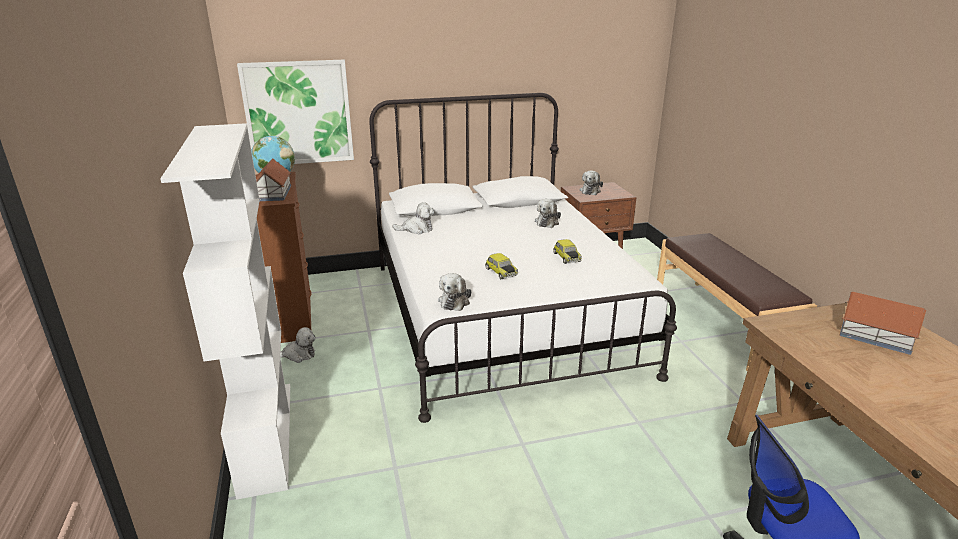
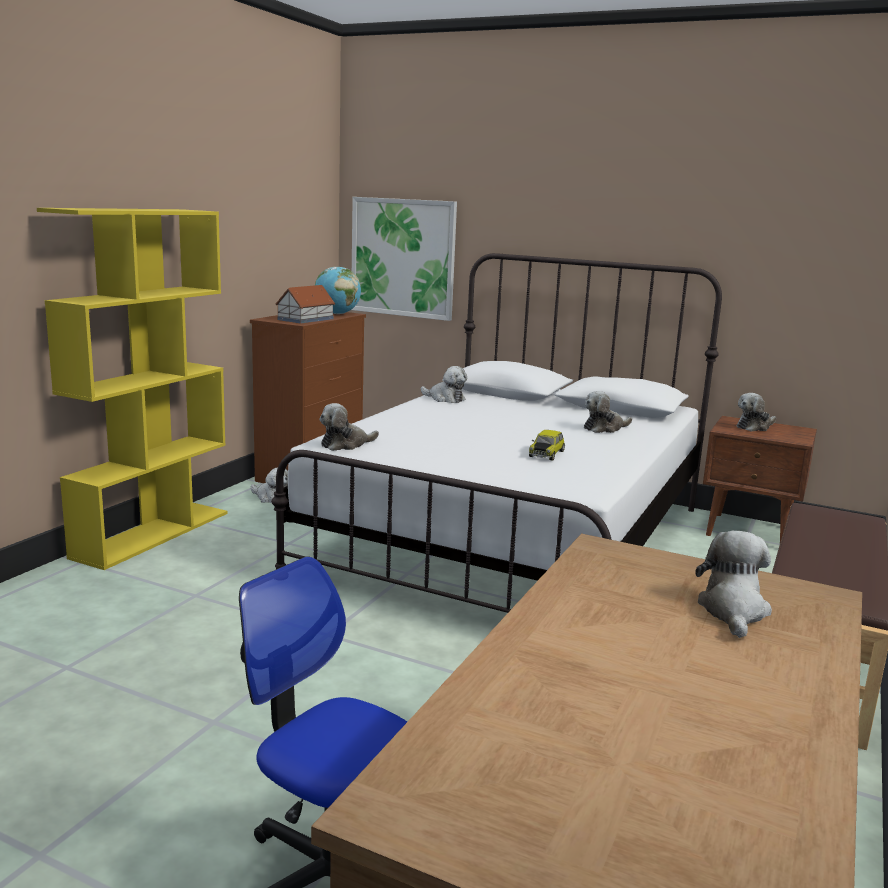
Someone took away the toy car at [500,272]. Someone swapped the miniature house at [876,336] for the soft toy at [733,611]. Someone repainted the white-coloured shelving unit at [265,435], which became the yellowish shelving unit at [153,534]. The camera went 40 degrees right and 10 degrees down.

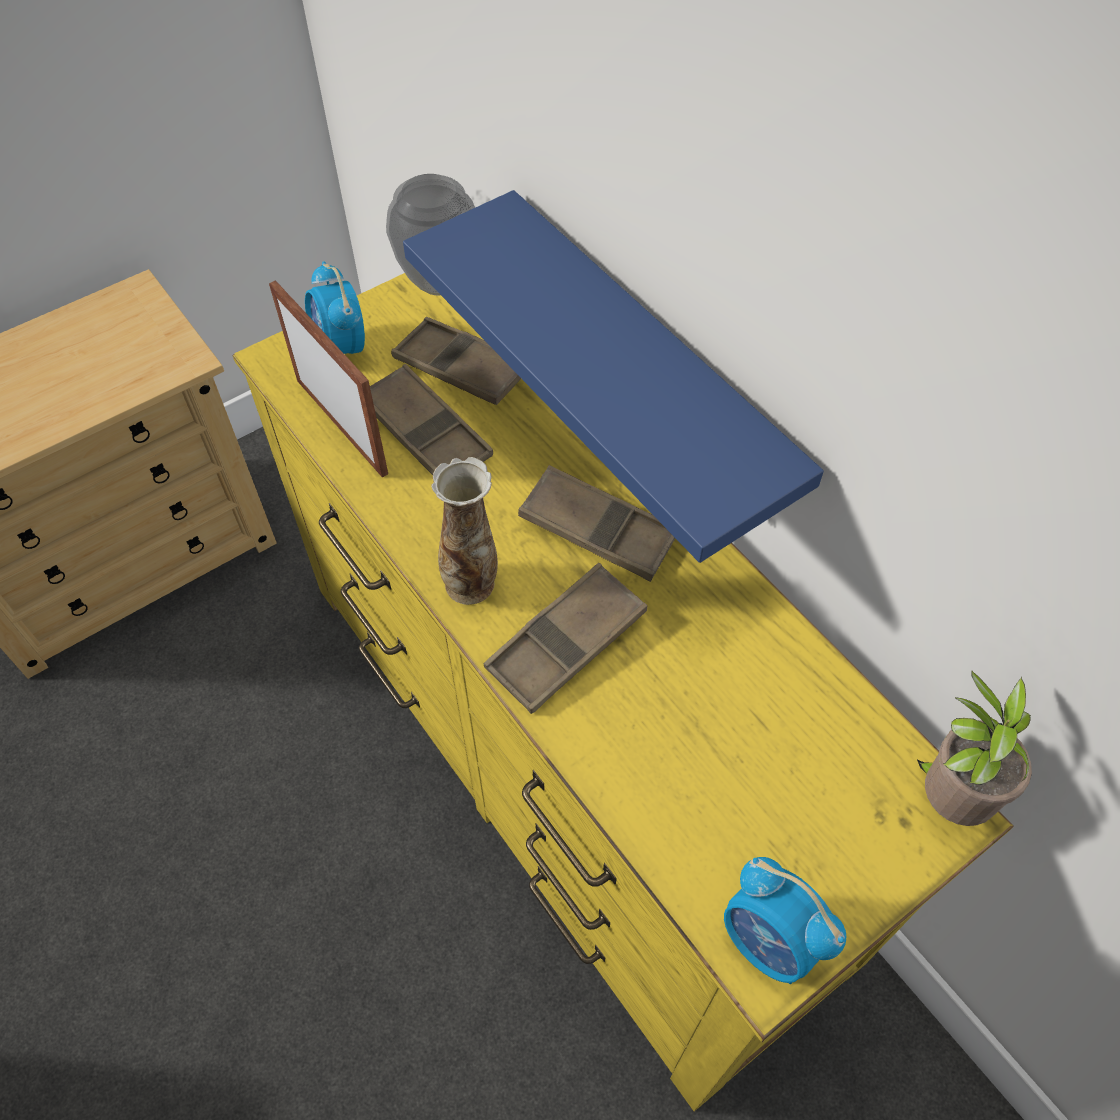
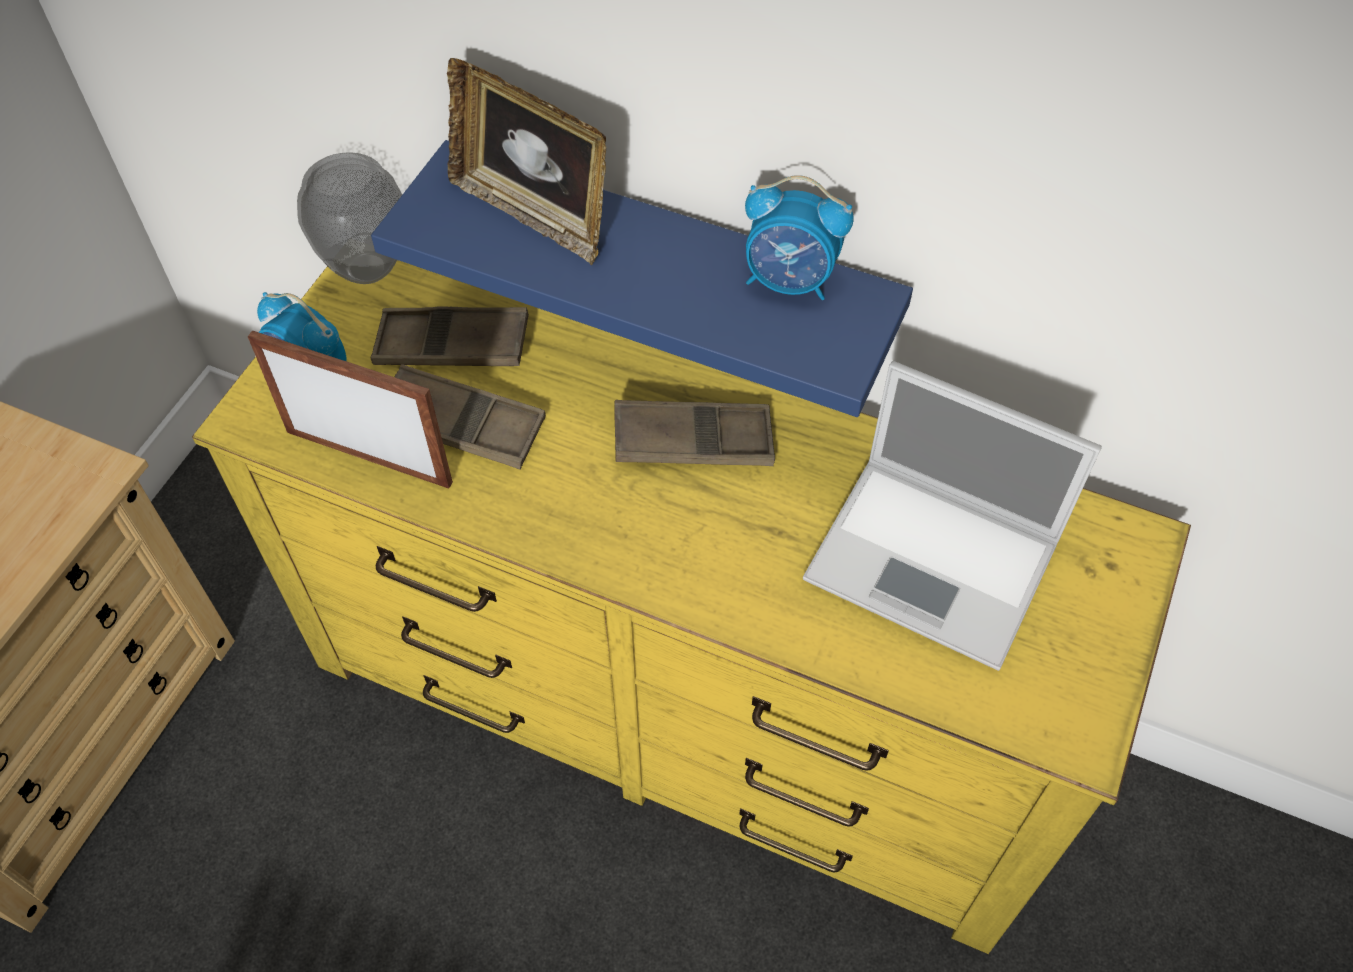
Someone took away the decorative vase at [471,583]. Someone took away the brown-coloured tray at [566,643]. Someone took away the houseplant at [948,797]. Someone put down the photo frame at [533,212]. Someone put down the laptop at [936,562]. Someone carried the bedside clock from [769,940] to [790,281]. The camera went 30 degrees left and 0 degrees up.

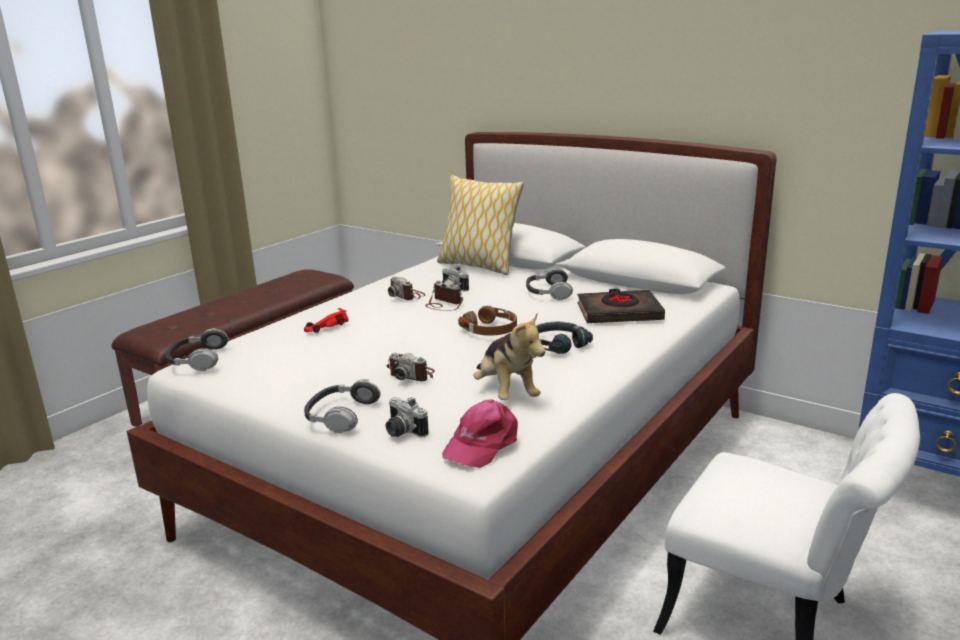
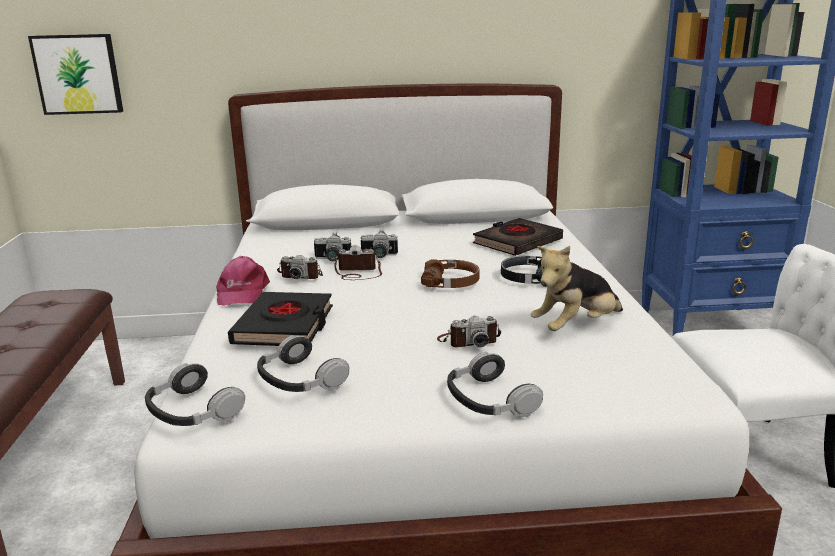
Someone took away the throw pillow at [478,266]. Someone put up the wall picture at [78,74]. Someone carried the photo camera from [402,432] to [378,256]. Someone carried the pink-coloured baseball cap from [482,444] to [242,292]. Someone carried the headset from [548,292] to [300,379]. Someone swapped the red toy car at [325,326] for the blackish volume at [285,326]. Someone rotated the soft toy at [506,392] by 120 degrees clockwise. The camera went 40 degrees left and 0 degrees up.

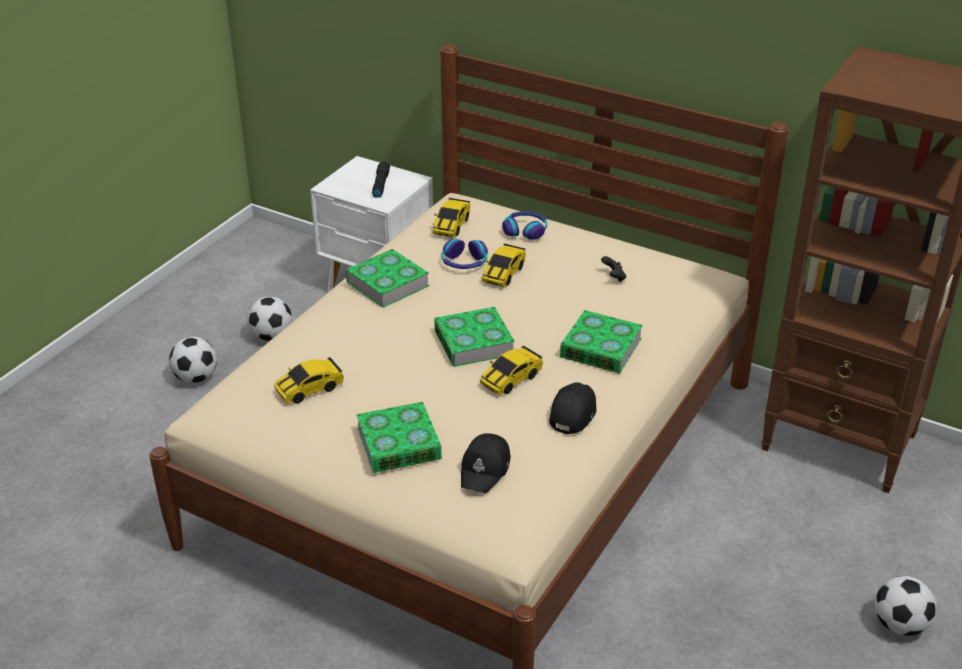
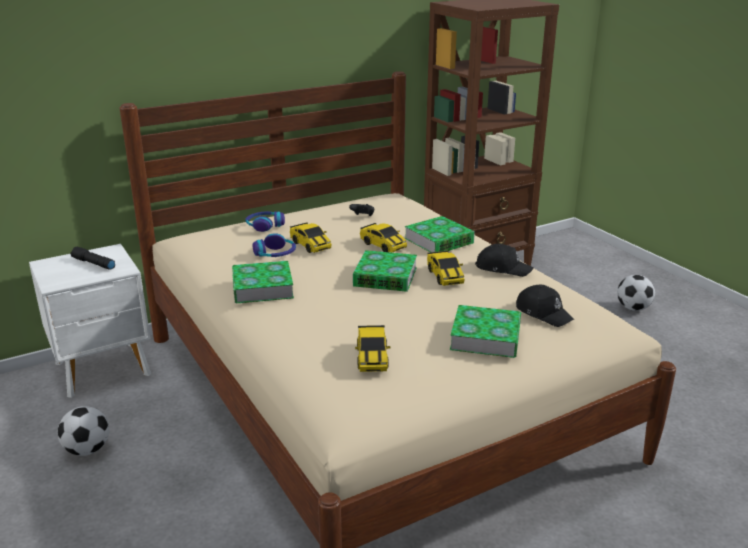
Someone took away the ball for football at [196,378]. Someone carried the toy car from [451,225] to [383,245]. Someone rotated the blackish baseball cap at [573,413] by 150 degrees clockwise. The camera went 60 degrees left and 10 degrees down.

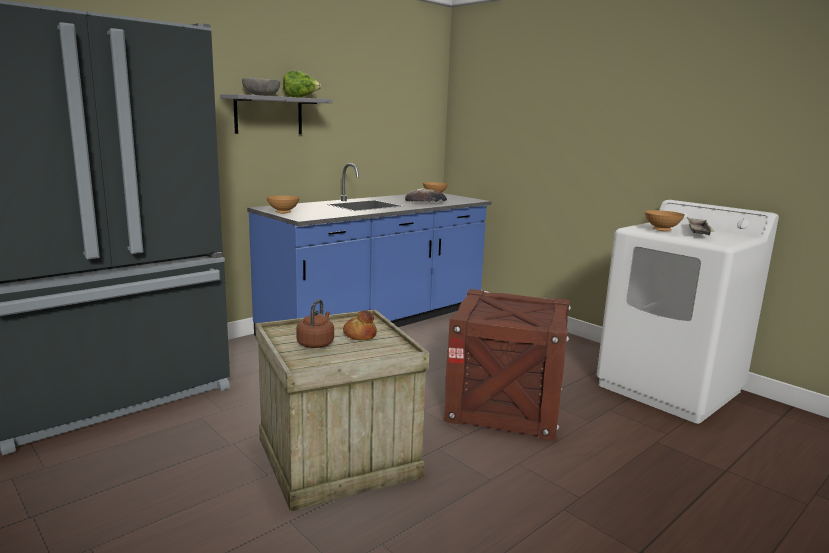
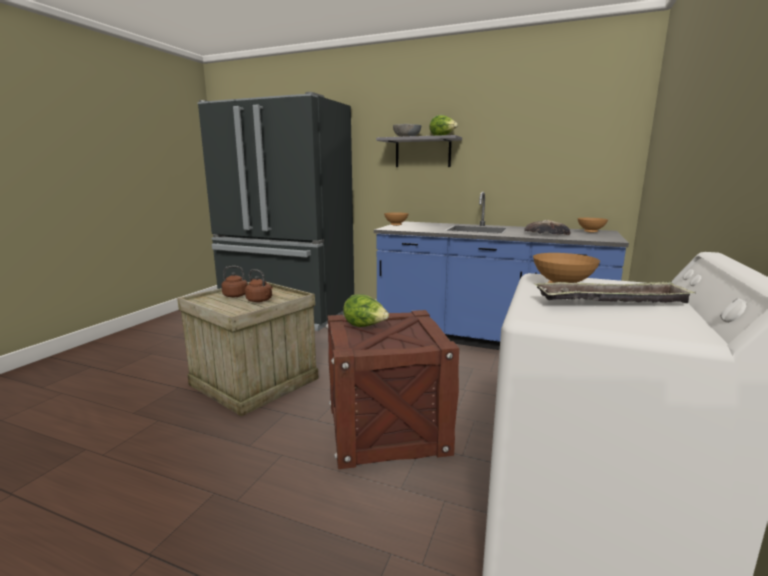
Someone put down the lettuce head at [365,326]. Someone swapped the baked bread at [360,335] for the brown-coloured kettle at [260,300]. The camera went 65 degrees right and 0 degrees up.

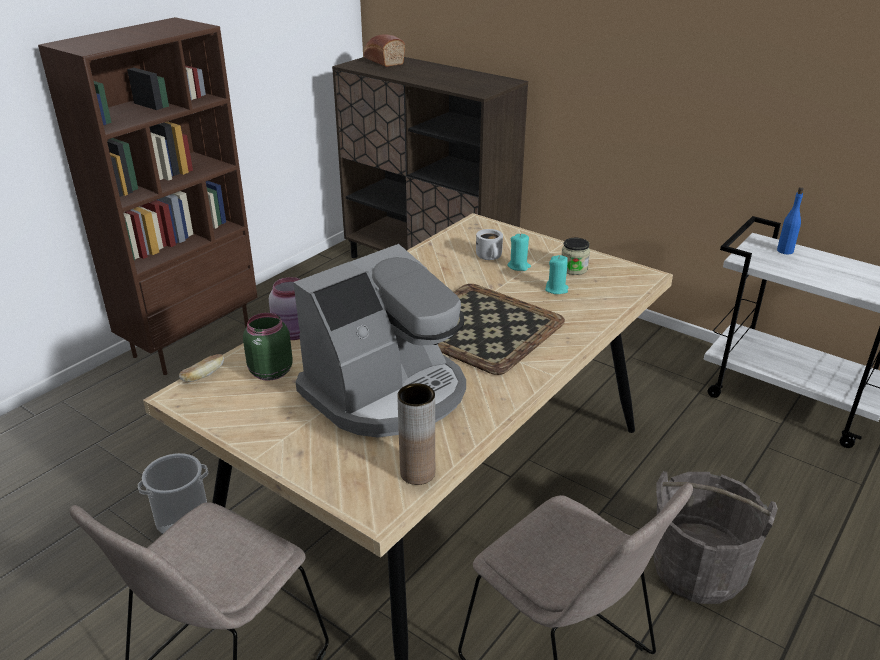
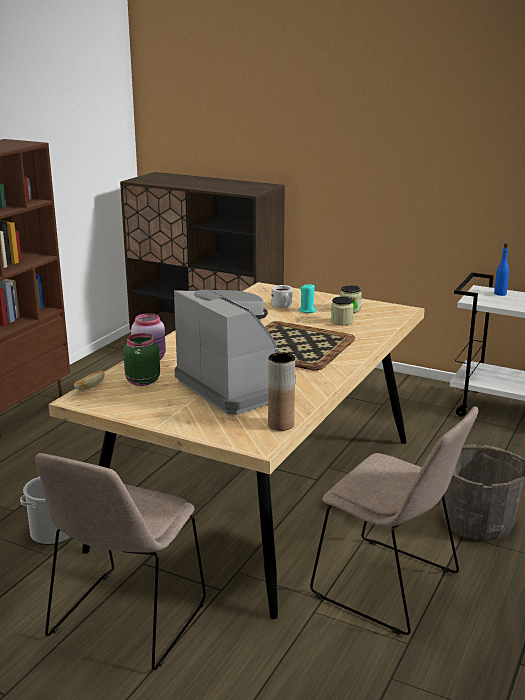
Someone took away the baked bread at [382,61]. Someone swapped the turquoise wax candle at [556,289] for the preserve jar at [341,321]. Someone rotated the coffee brewer at [387,392] by 75 degrees counterclockwise. The camera went 10 degrees left and 10 degrees down.

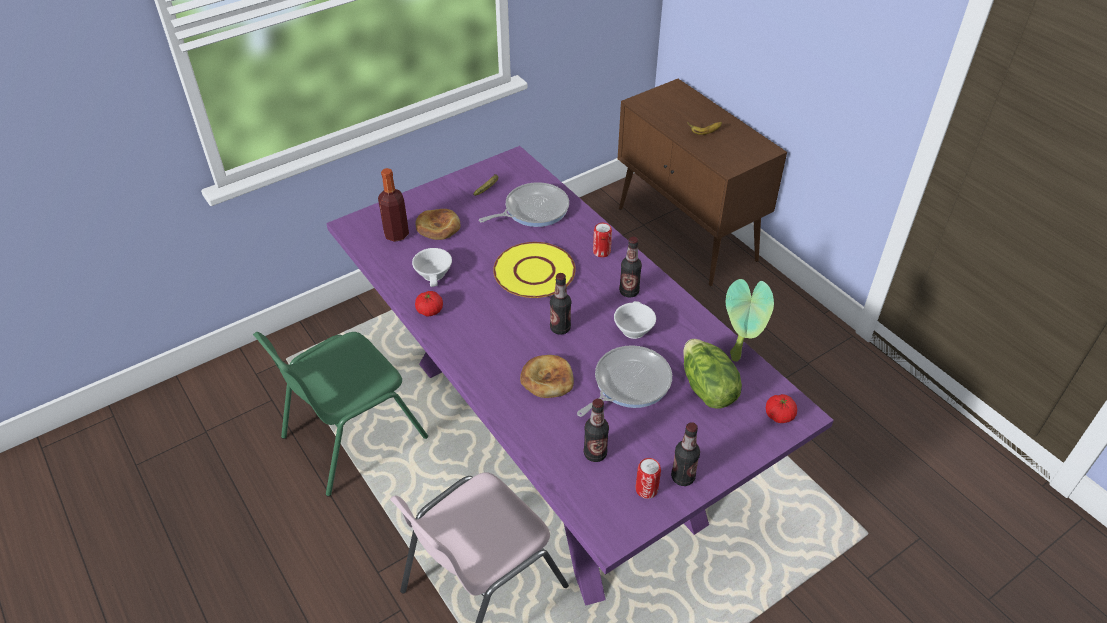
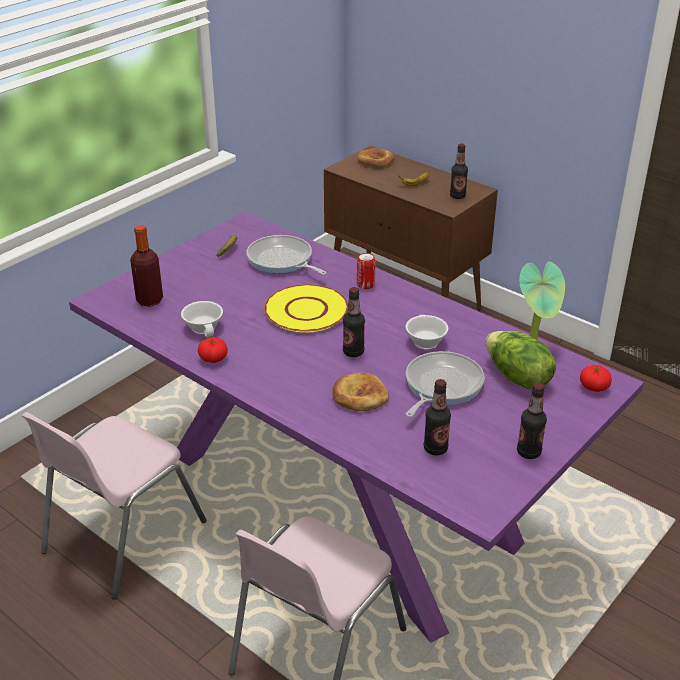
Someone took away the sealed can at [646,489]. Someone carried the baked bread from [438,227] to [376,160]. Someone carried the bottle from [629,291] to [457,196]. Someone repainted the green upright chair at [351,437], which became the pink-coloured upright chair at [121,537]. Someone rotated the frying pan at [533,210] by 90 degrees counterclockwise. The camera went 15 degrees left and 10 degrees down.

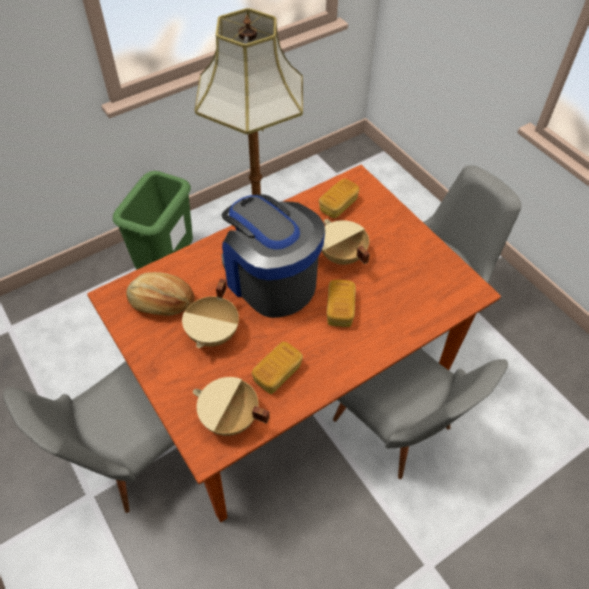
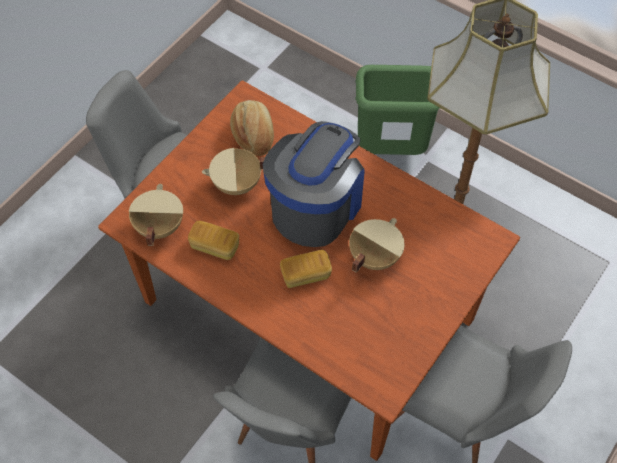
Someone took away the baked bread at [338,205]. The camera went 70 degrees right and 5 degrees up.

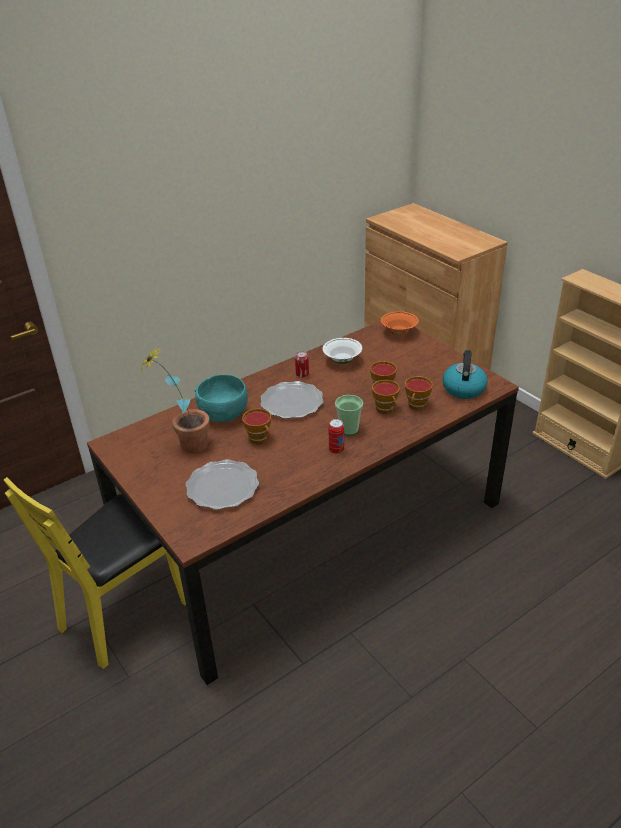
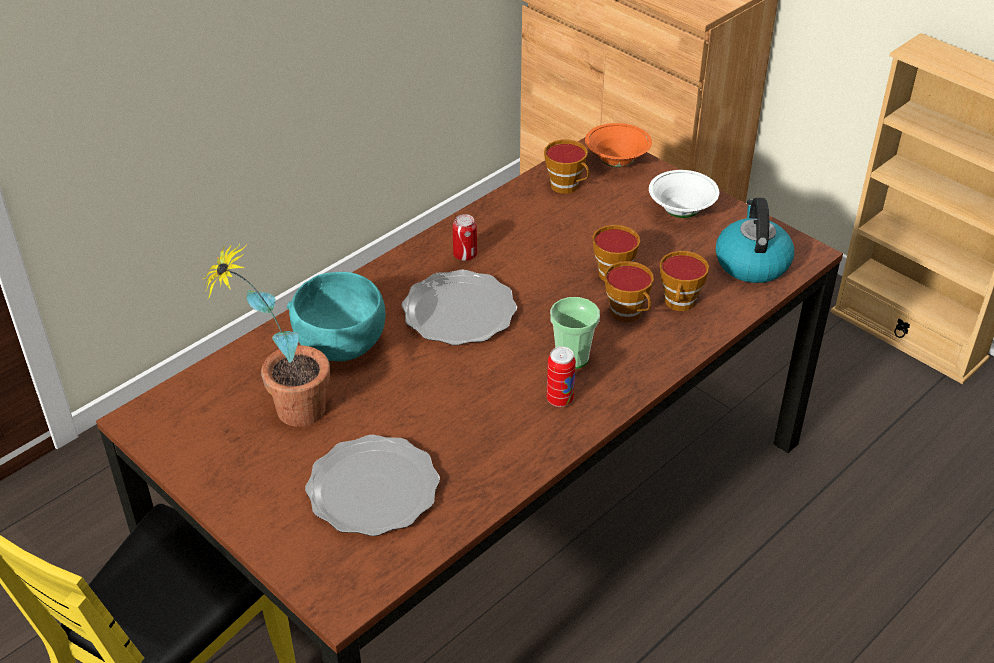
Someone carried the drinking cup from [260,439] to [567,187]. Someone carried the white-coloured deep dish from [342,361] to [681,212]. The camera went 10 degrees left and 5 degrees up.

